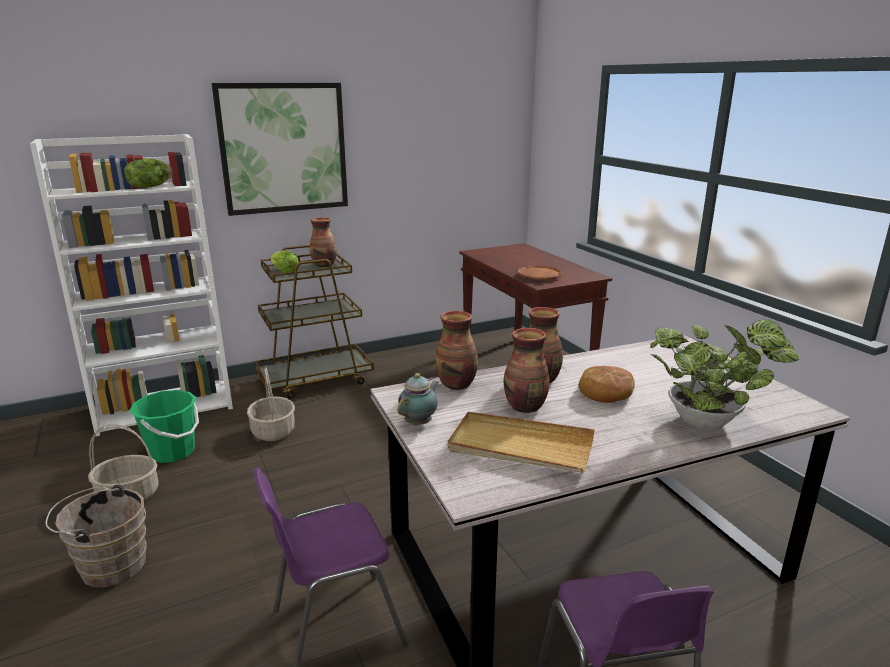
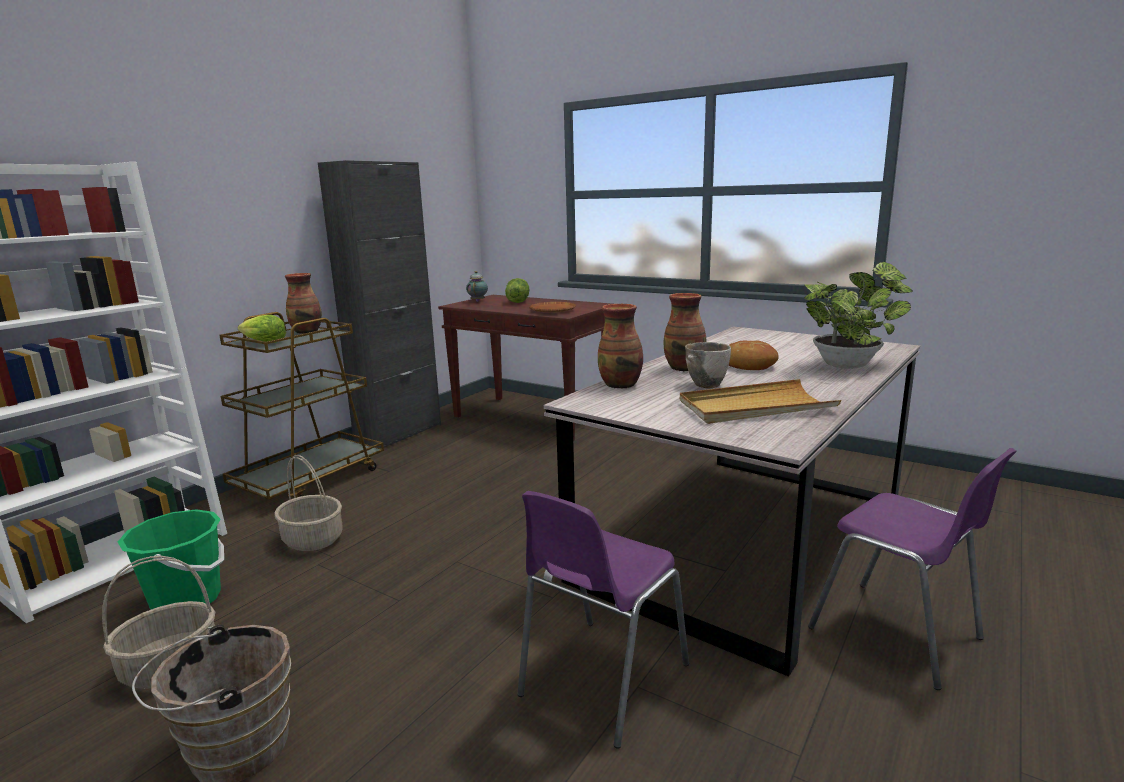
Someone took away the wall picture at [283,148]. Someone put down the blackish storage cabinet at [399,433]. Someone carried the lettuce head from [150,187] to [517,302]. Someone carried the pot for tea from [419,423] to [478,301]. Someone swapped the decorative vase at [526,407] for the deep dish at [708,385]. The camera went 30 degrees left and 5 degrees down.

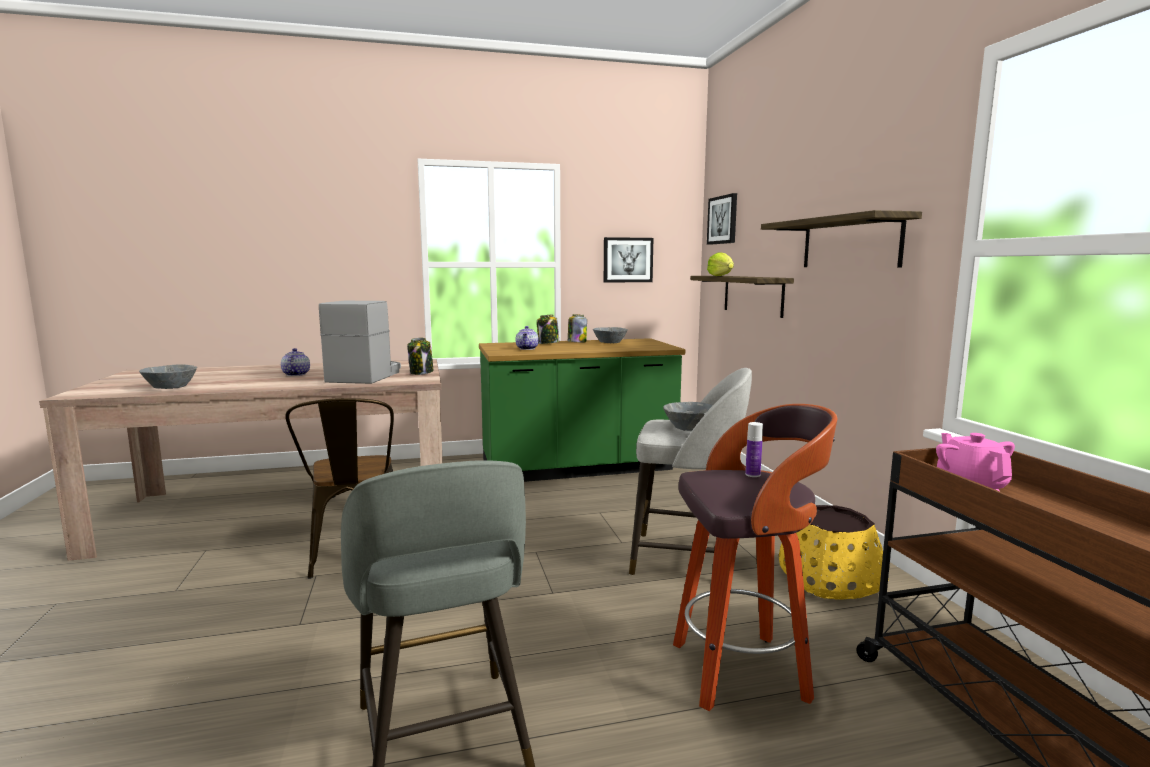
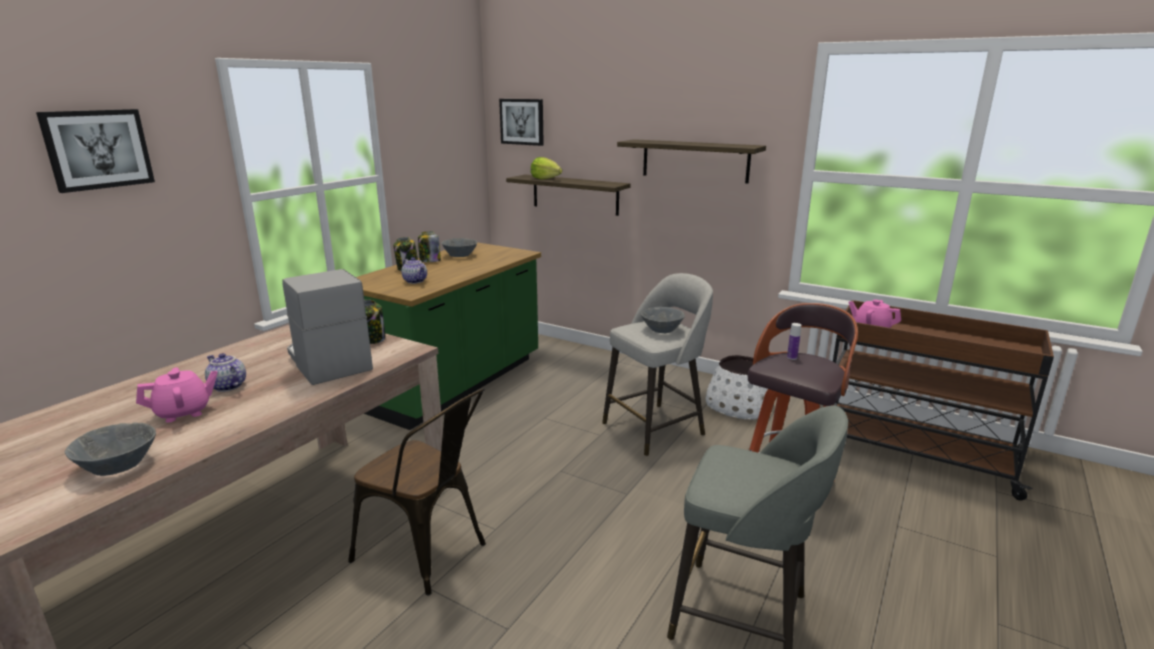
Someone put down the pink-coloured pot for tea at [184,412]. Someone carried the wall picture from [627,260] to [98,149]. Someone repainted the yellowish flower pot at [829,580], which became the white-coloured flower pot at [738,406]. The camera went 45 degrees left and 10 degrees up.

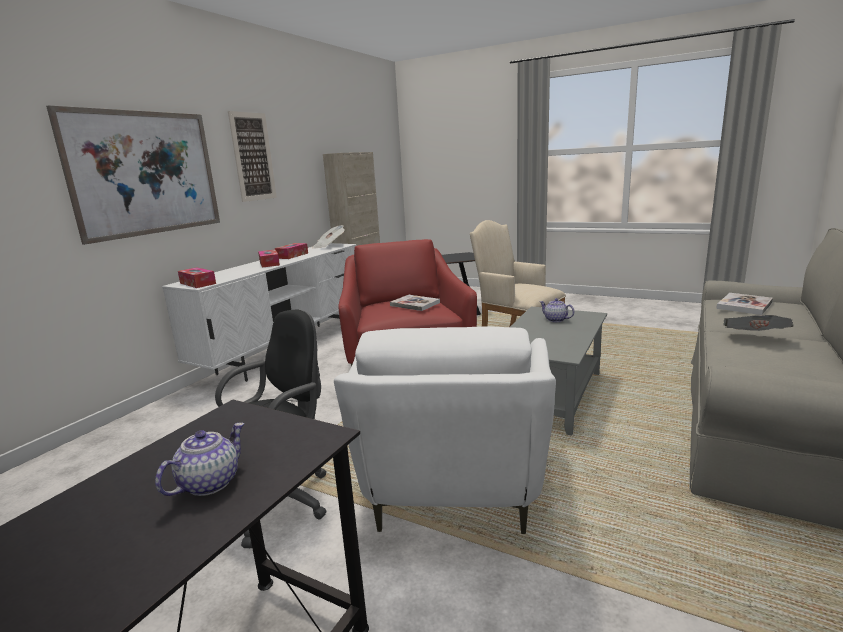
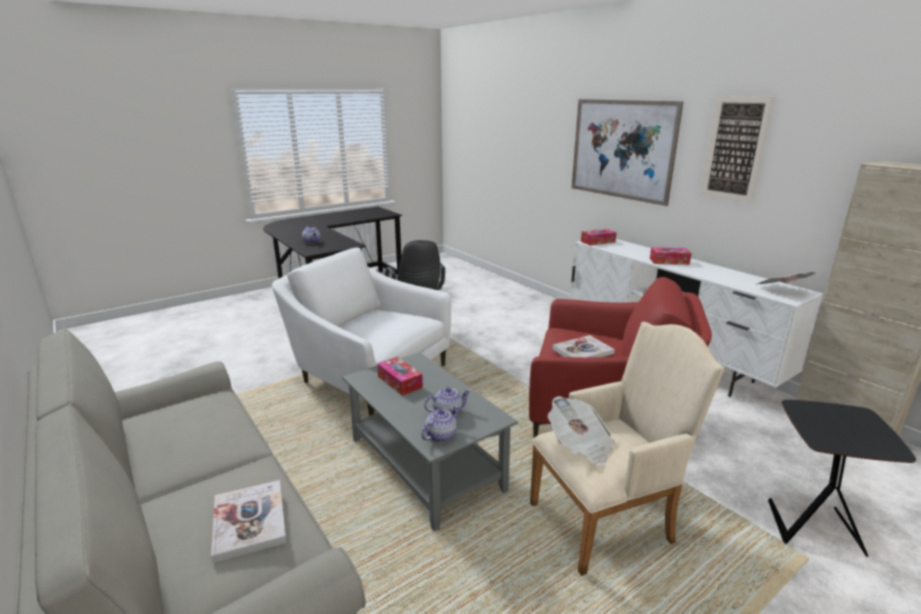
Someone put down the pot for tea at [441,435]. Someone carried the tissue holder from [292,255] to [400,382]. Someone carried the newspaper from [754,339] to [580,445]. The camera went 115 degrees right and 5 degrees up.

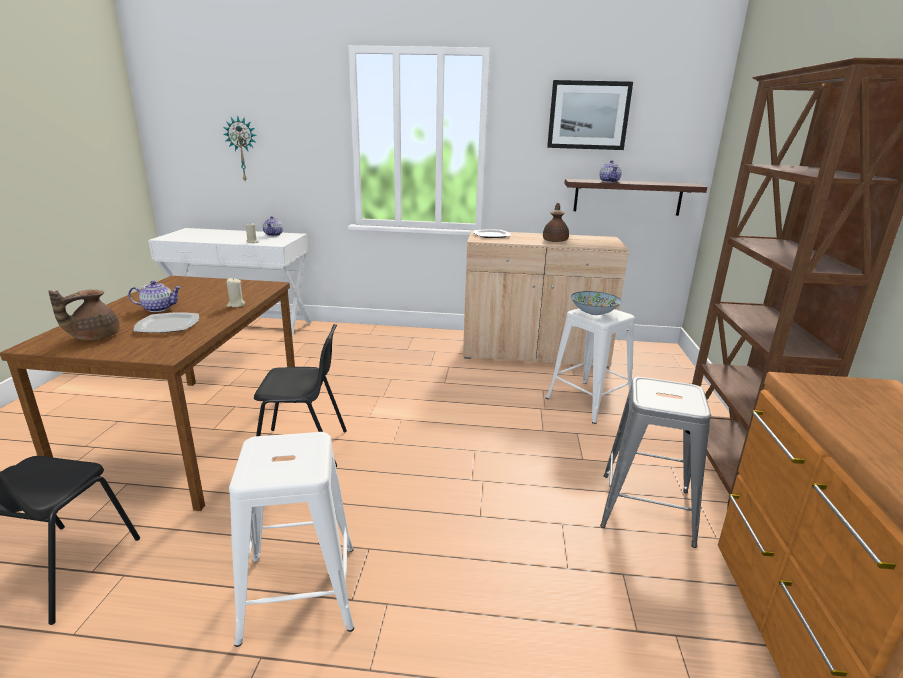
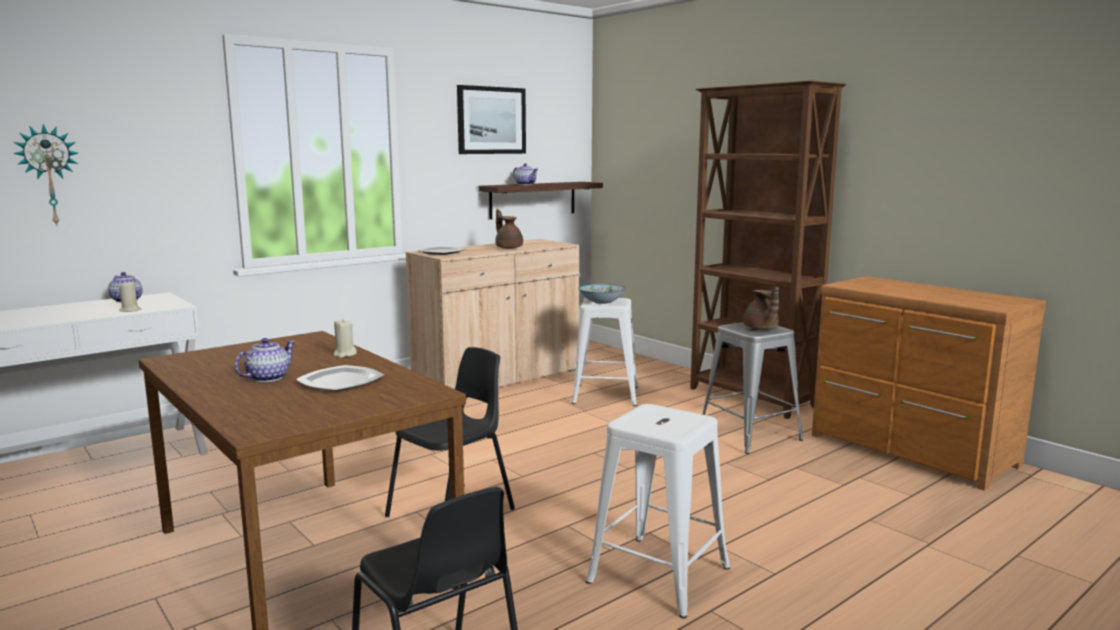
Someone carried the brown-coloured pot for tea from [94,337] to [761,329]. The camera went 45 degrees left and 10 degrees down.

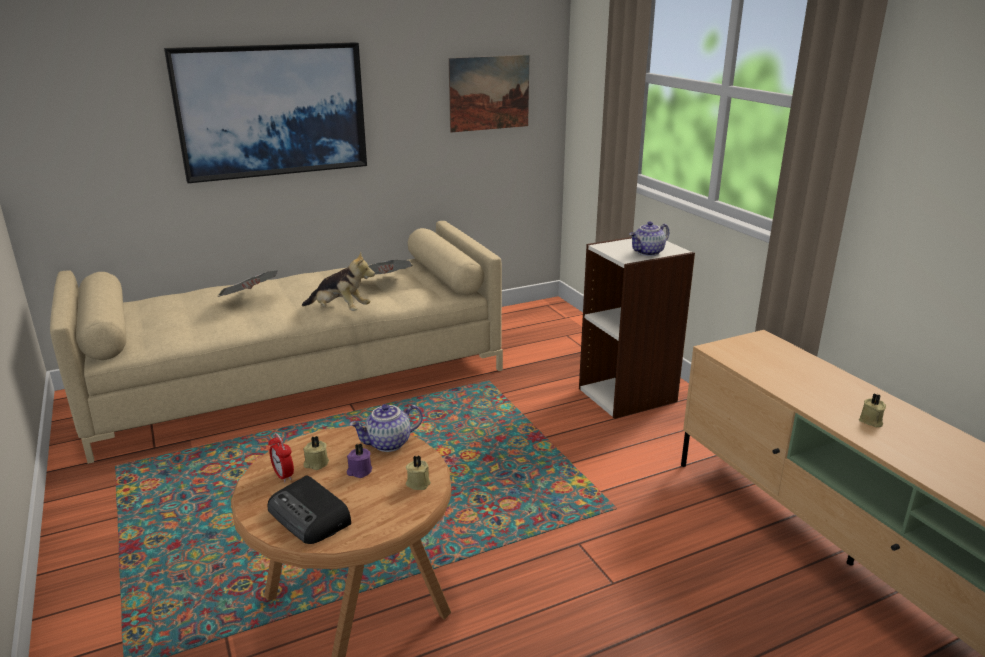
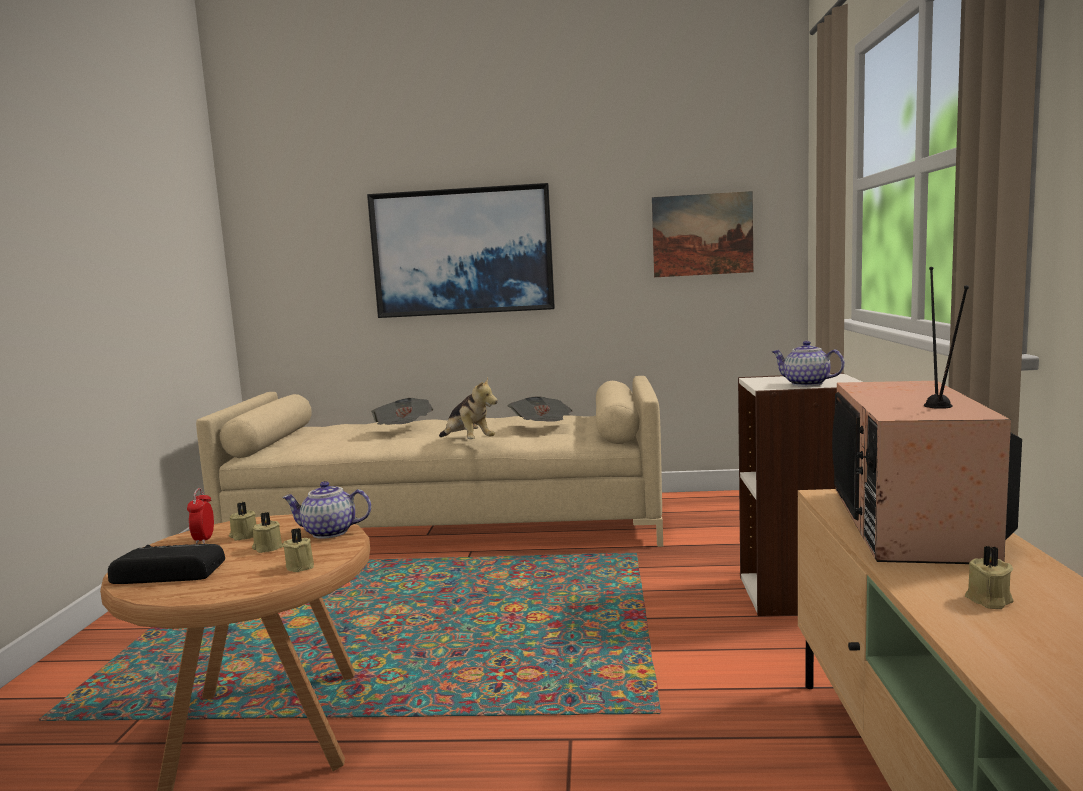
Someone put down the television at [914,524]. Someone repainted the purple-coloured wax candle at [359,471], which became the sand-coloured wax candle at [267,548]. Someone rotated the radio set at [310,517] by 105 degrees clockwise. Someone rotated the pot for tea at [648,253] by 45 degrees clockwise. The camera went 30 degrees right and 15 degrees down.

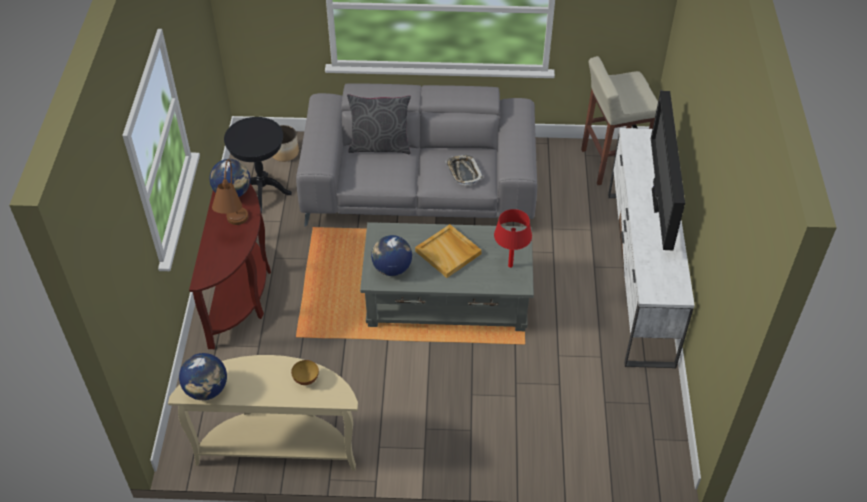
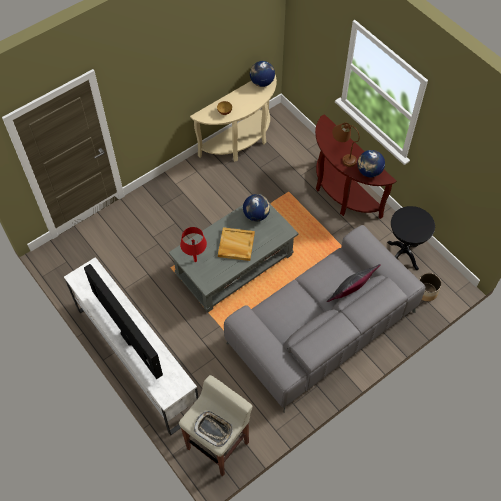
Someone carried the tray from [463,172] to [213,429]. The camera went 140 degrees right and 10 degrees up.

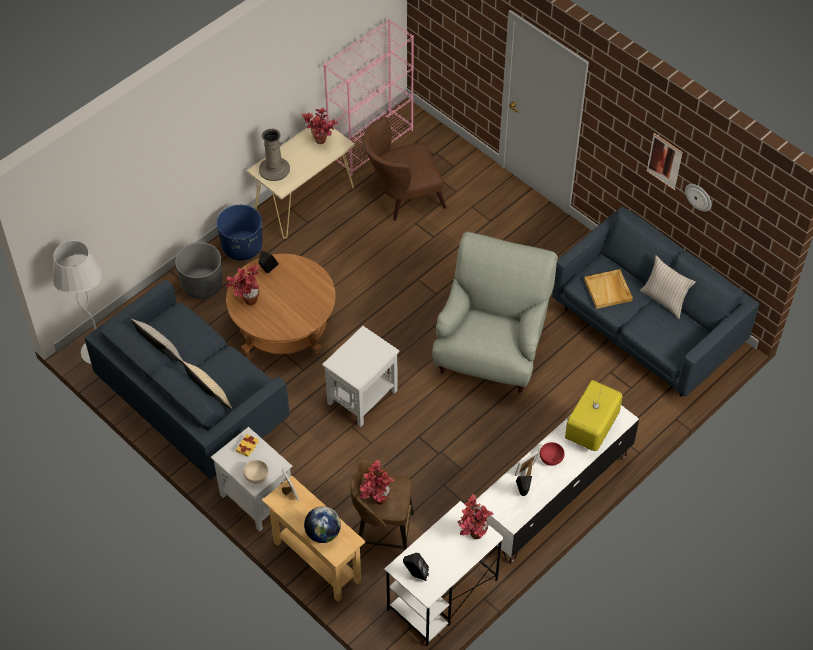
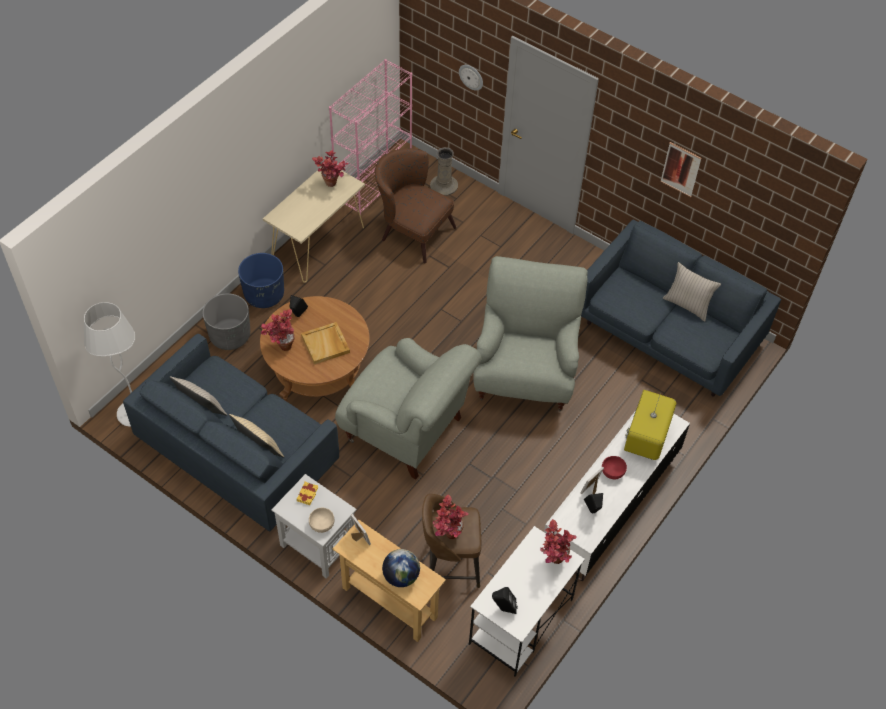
Someone carried the sand-coloured decorative vase from [274,169] to [444,185]. Someone carried the sand-coloured tray from [608,290] to [326,344]. Someone carried the wall clock from [698,197] to [471,77]. Someone swapped the white-coloured end table at [361,397] for the gray easy chair at [406,430]. Someone rotated the brown-coloured easy chair at [402,195] by 60 degrees clockwise. The camera went 10 degrees left and 0 degrees up.

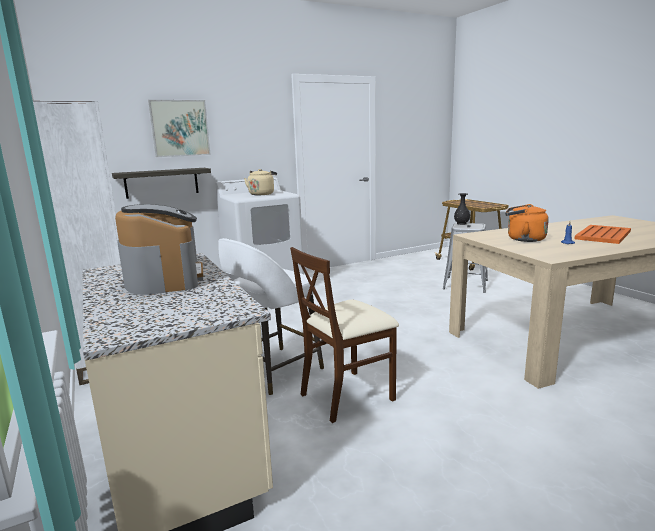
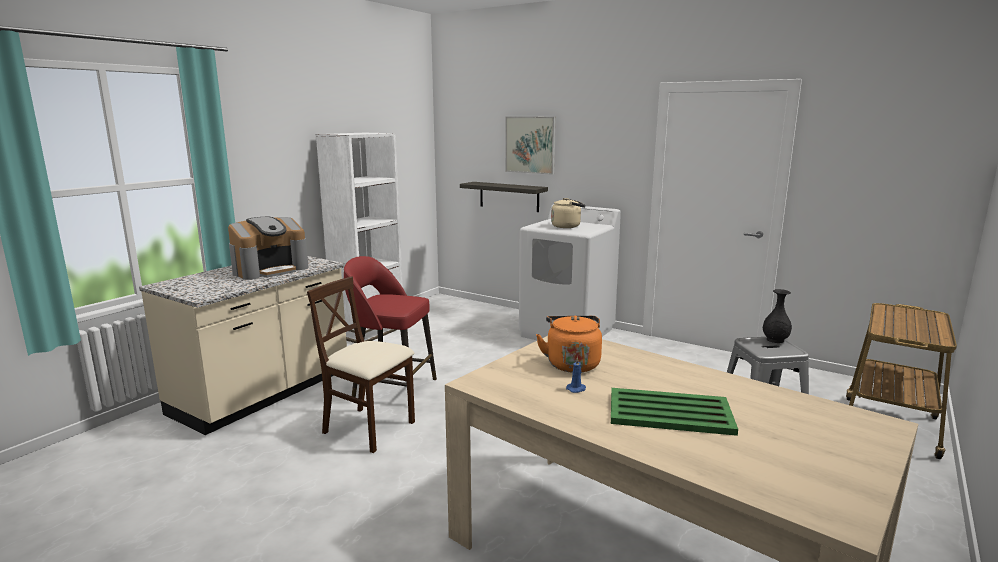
Someone repainted the white-coloured sitting stool at [274,371], which became the red sitting stool at [392,388]. Someone repainted the orange tray at [602,235], which became the green tray at [668,412]. The camera went 60 degrees right and 0 degrees up.

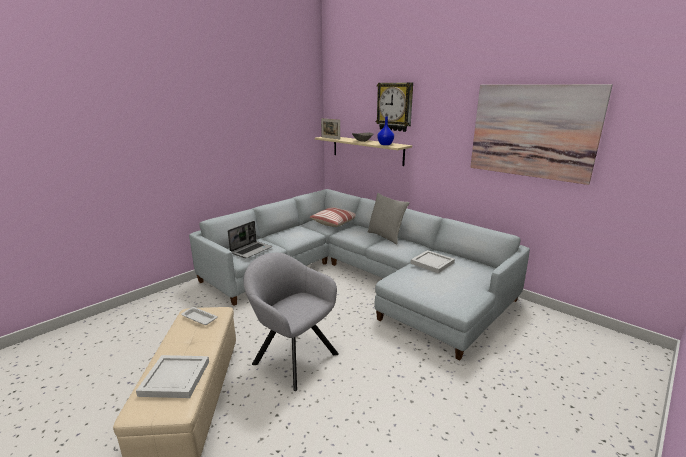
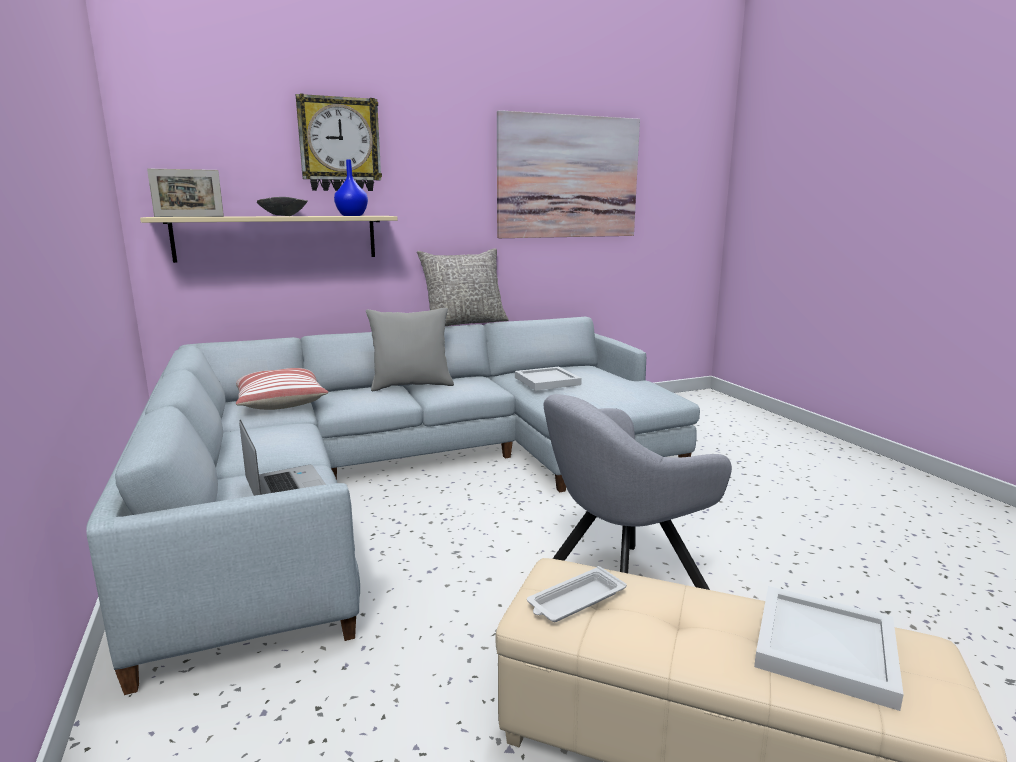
Someone put down the gray throw pillow at [464,323]. The camera went 65 degrees left and 5 degrees down.

